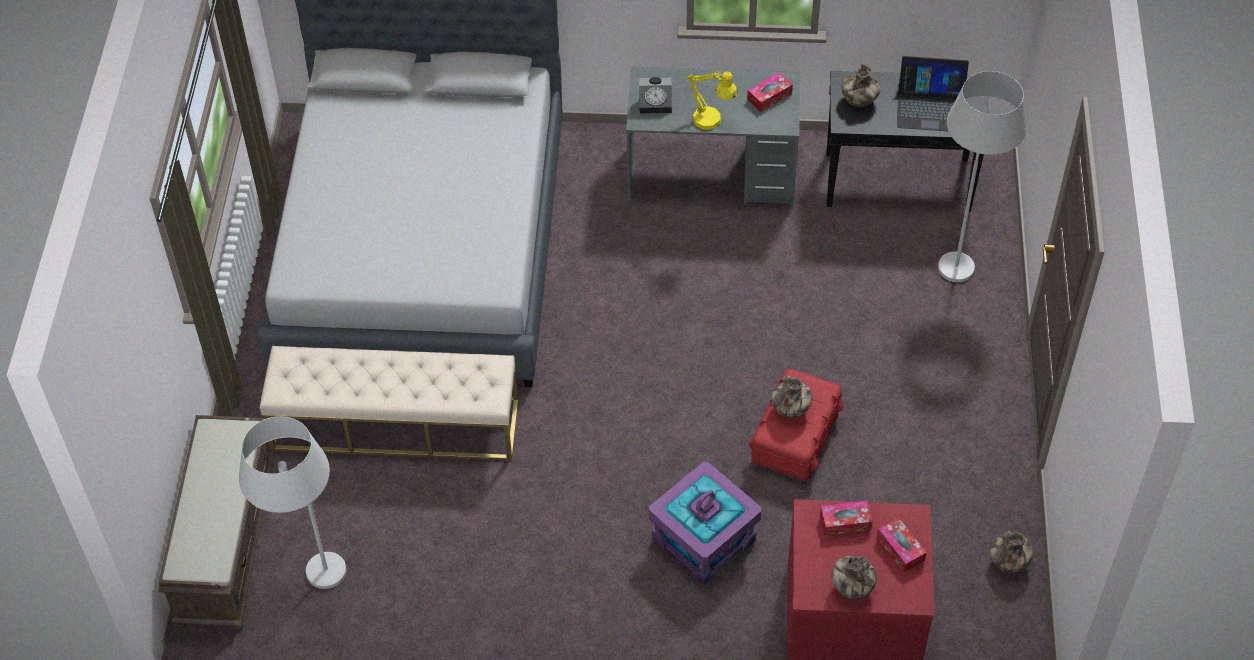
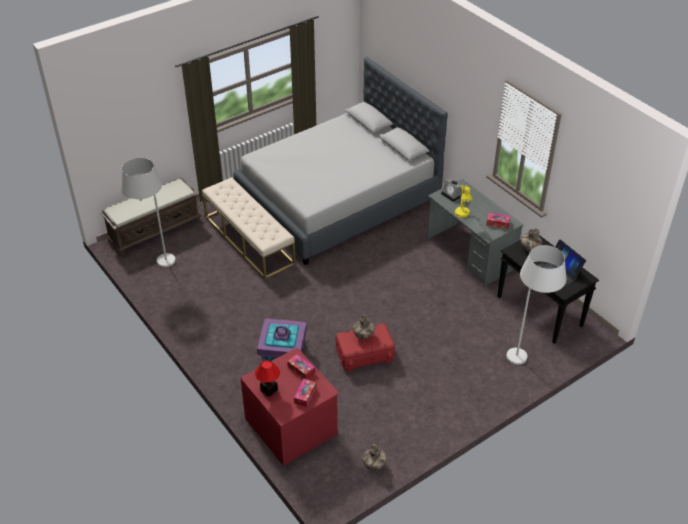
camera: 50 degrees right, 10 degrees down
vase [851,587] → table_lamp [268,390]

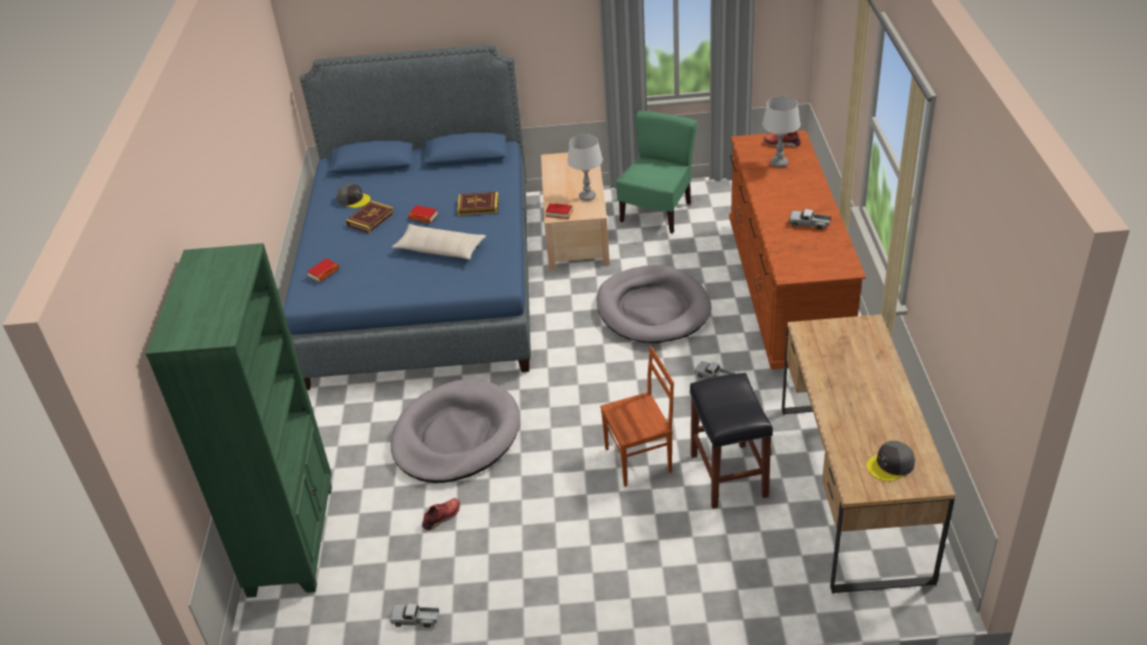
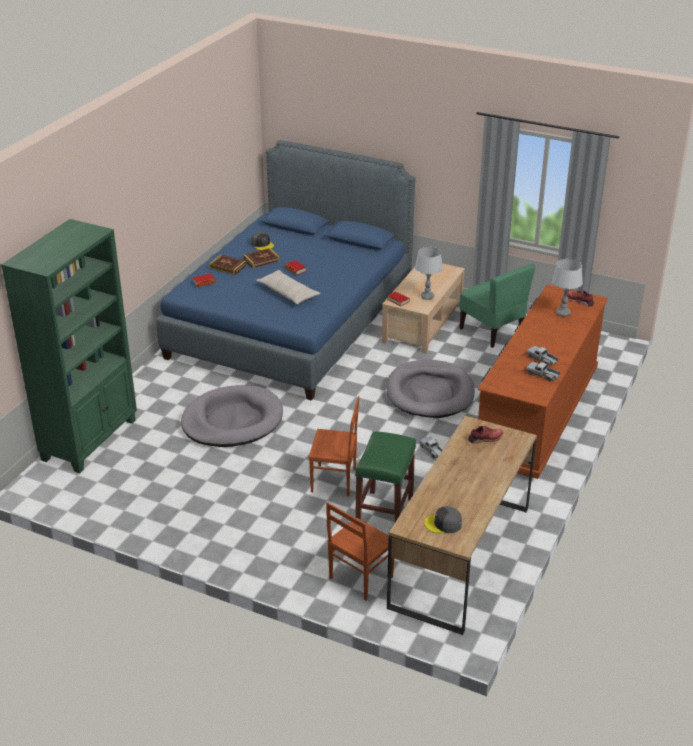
camera: 25 degrees right, 5 degrees down
book [478,206] → book [227,266], shifted
- → brown_chair [359,578]
black_stool [727,474] → green_stool [384,512]
green_chair [657,213] → green_chair [492,331], 90 degrees clockwise
red_shoe [442,517] → red_shoe [485,438], shifted
toy_truck [416,619] → toy_truck [542,375], shifted

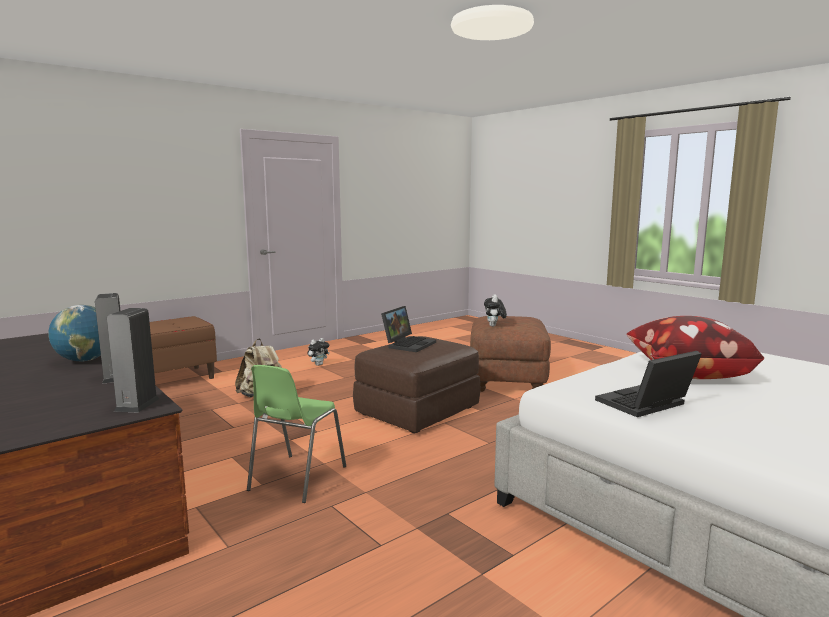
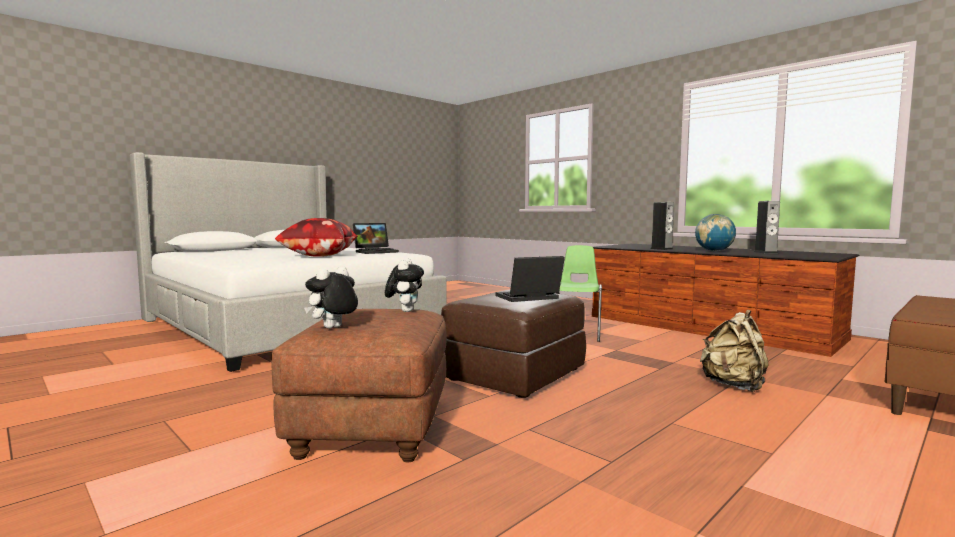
camera: 175 degrees right, 5 degrees down
plush_toy [318,364] → plush_toy [333,328], shifted
laptop [408,344] → laptop [528,298], 45 degrees clockwise
speaker [137,405] → speaker [765,252], shifted

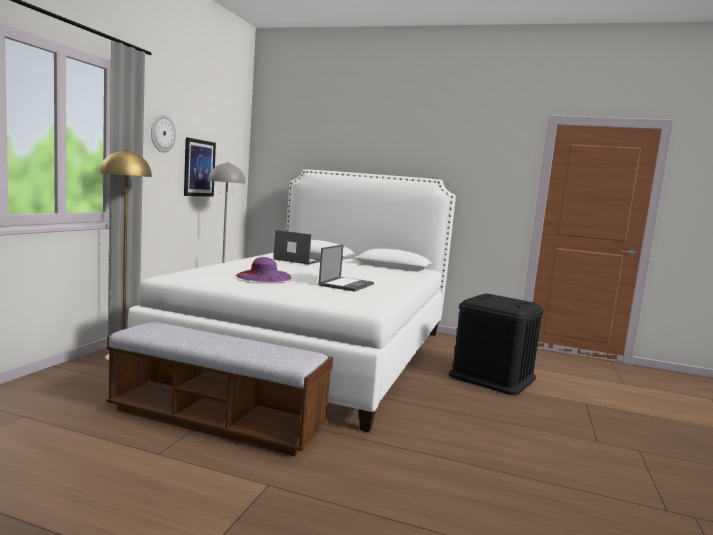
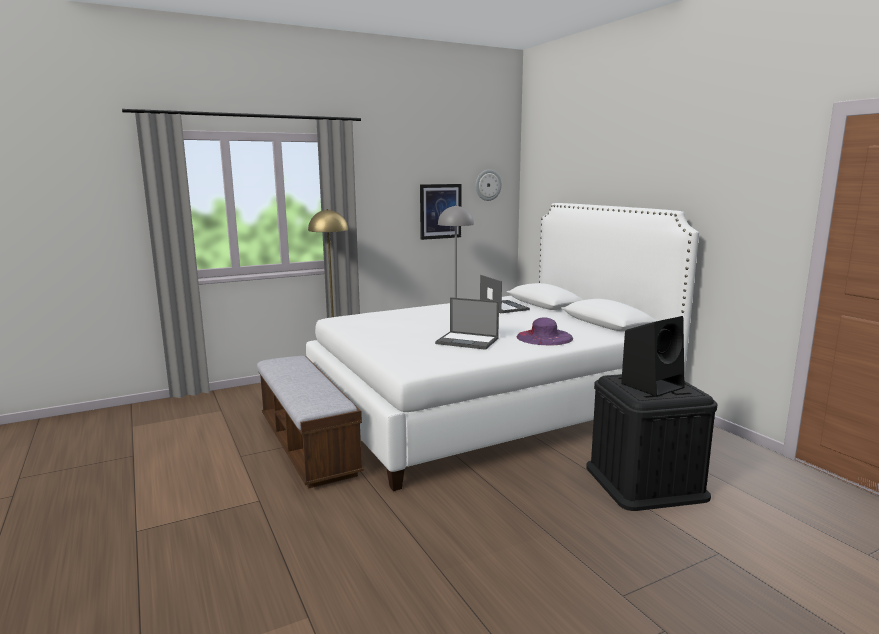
camera: 45 degrees right, 5 degrees up
laptop [346,284] → laptop [468,341], 45 degrees clockwise
wall_clock [162,133] → wall_clock [488,185], shifted
purple_hat [263,276] → purple_hat [544,337], shifted
- → black_speaker [653,385]

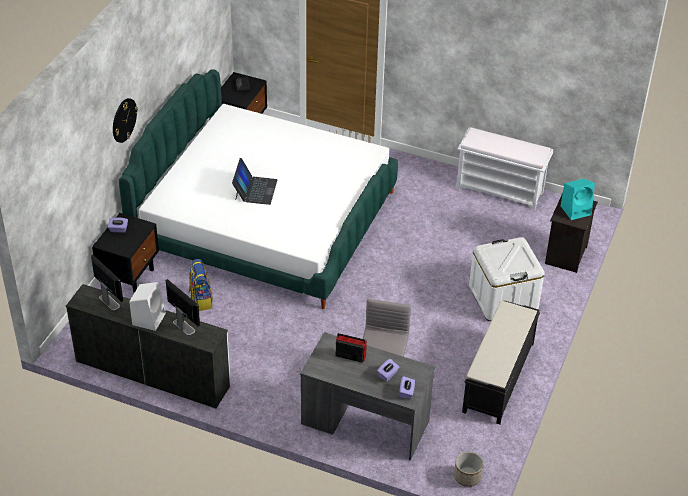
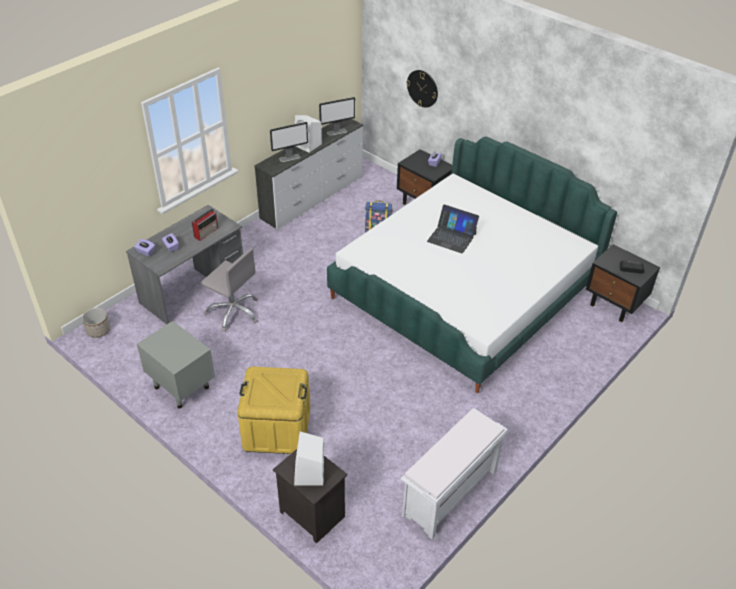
camera: 110 degrees right, 0 degrees up
black_bench [498,378] → grey_nightstand [181,387]
white_storage_box [503,298] → yellow_storage_box [277,429]
turquoise_speaker [576,210] → white_speaker [309,474]
wall_clock [124,120] → wall_clock [422,88], shifted

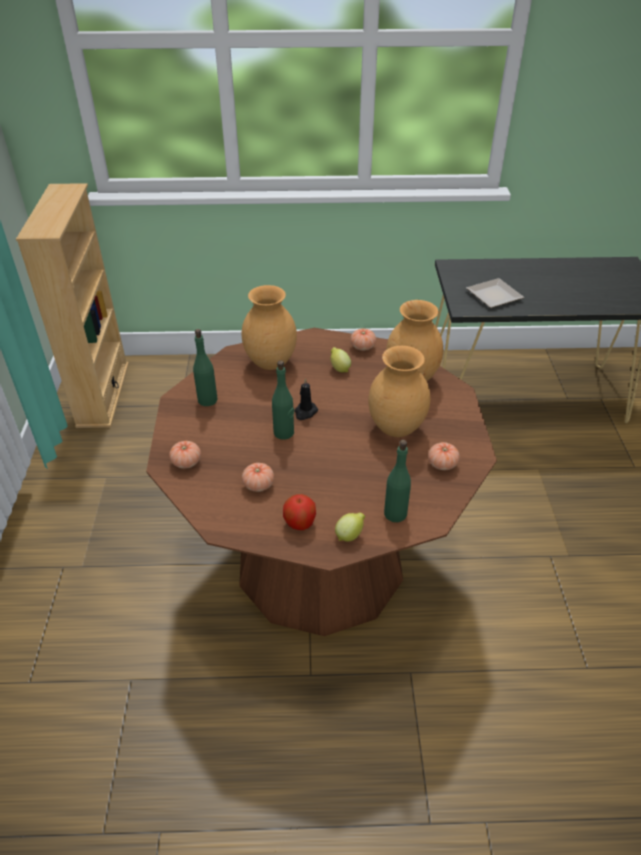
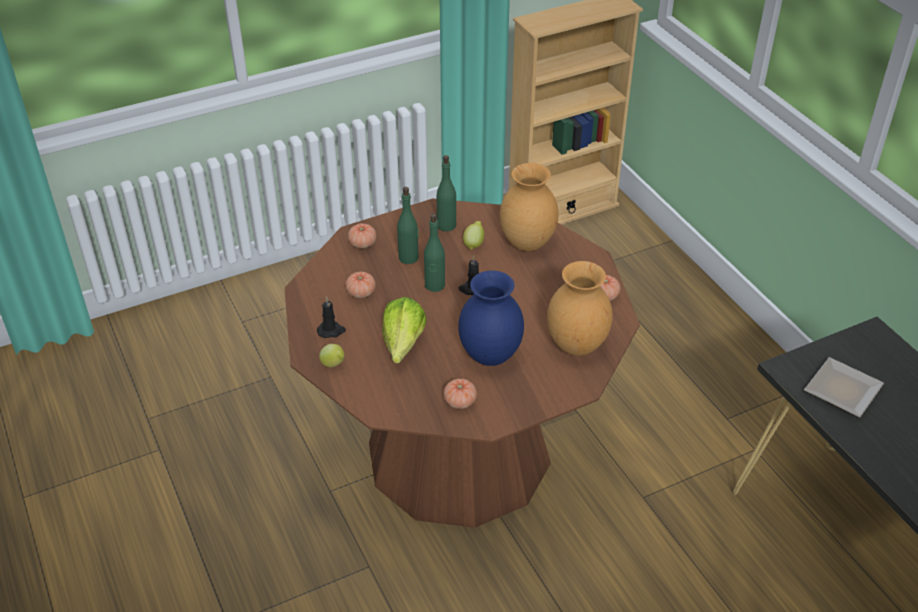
camera: 65 degrees right, 0 degrees up
apple [299,523] → black_candle [331,331]
- → lettuce [400,349]
green_bottle [395,513] → green_bottle [409,258], shifted
brown_vase [396,429] → blue_vase [489,356]
lemon [339,368] → lemon [474,244], shifted

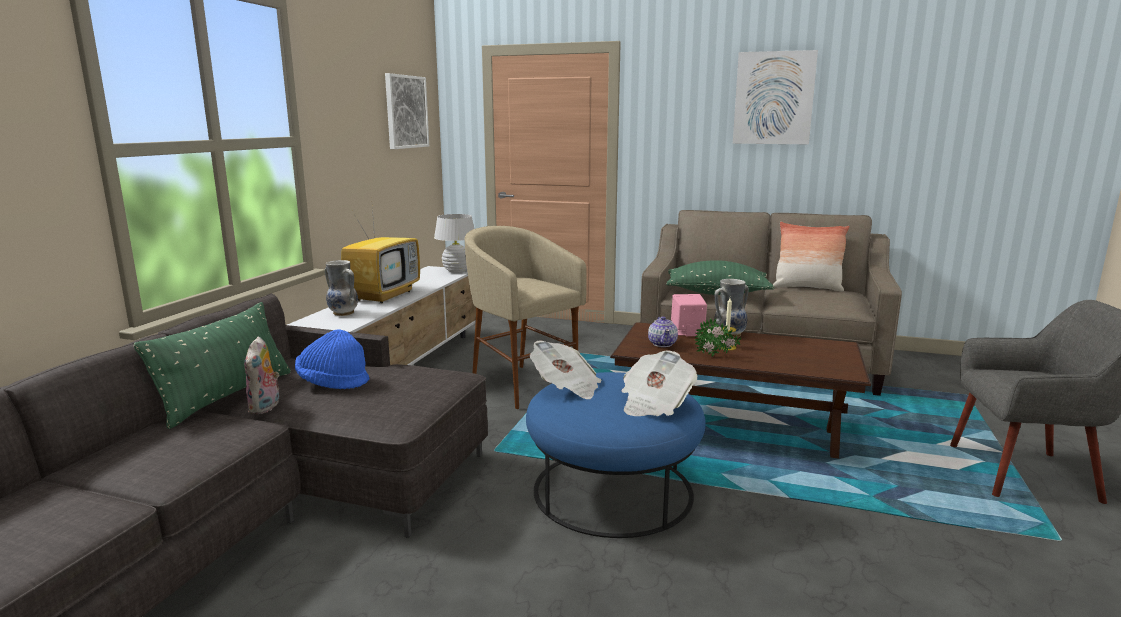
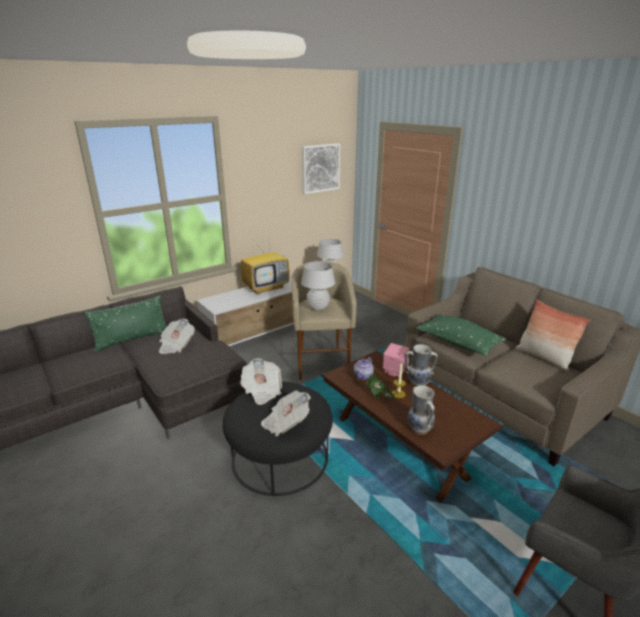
camera: 35 degrees right, 10 degrees up
blue_hat [333,382] → newspaper [176,345]
blue_ottoman [613,490] → black_ottoman [280,457]
- → white_table_lamp [318,307]
vase [343,313] → vase [419,429], shifted
plush_toy [266,407] → -
picture [773,98] → -

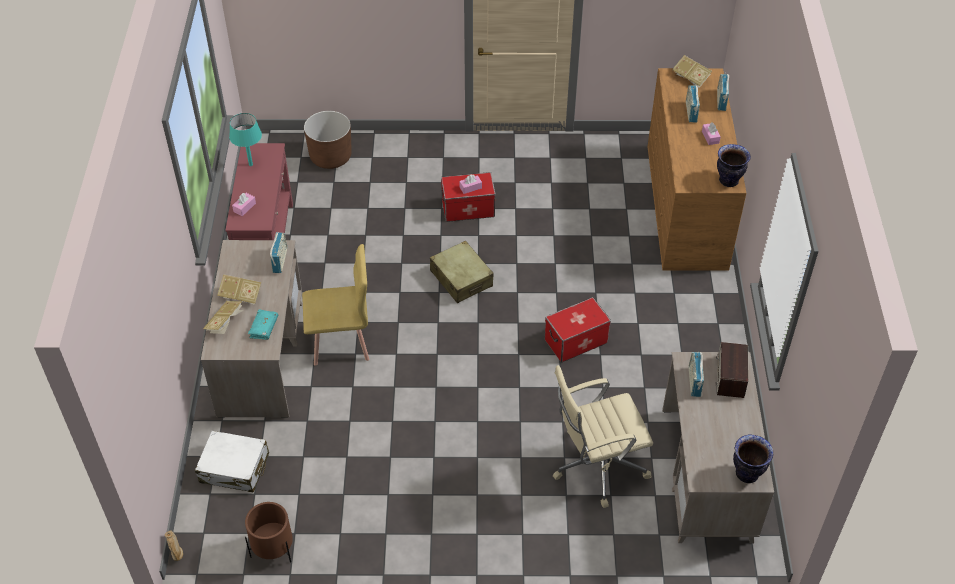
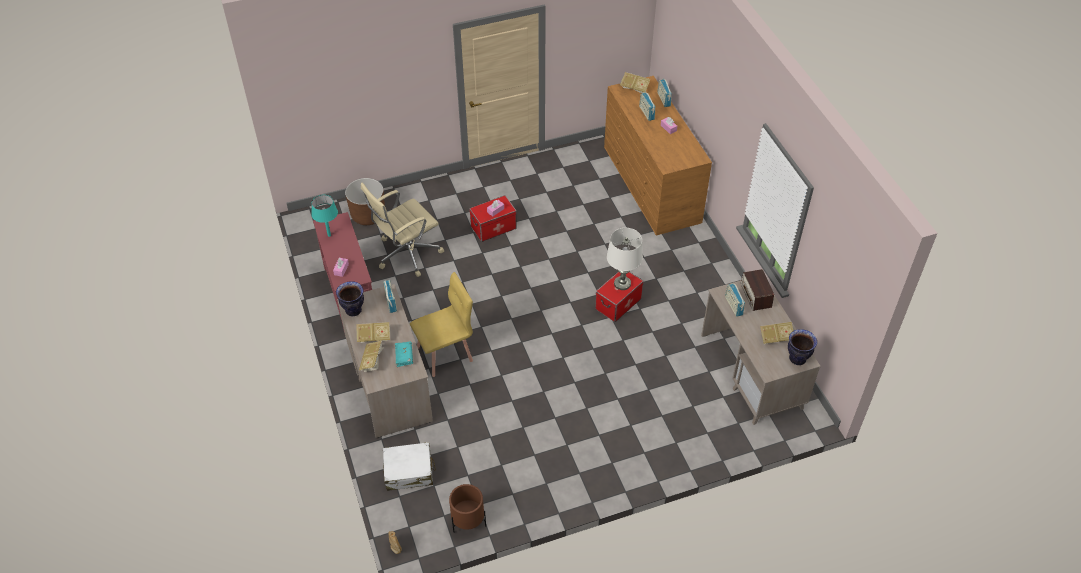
camera: 20 degrees left, 0 degrees up
vase [729,181] → vase [353,310], shifted
beige_office_chair [596,465] → beige_office_chair [406,254], shifted
- → white_table_lamp [622,283]
- → book [775,338]
beige_suitcase [461,278] → -

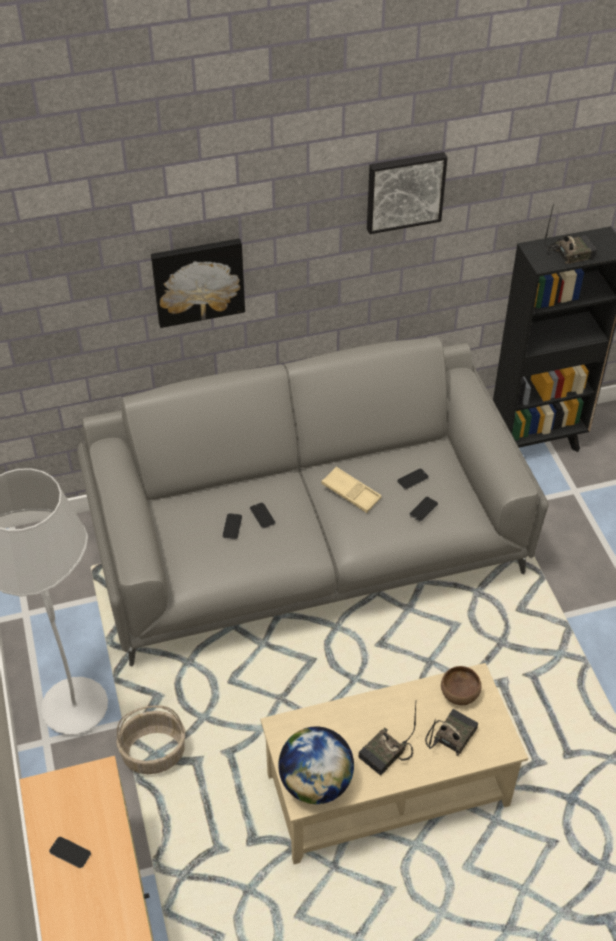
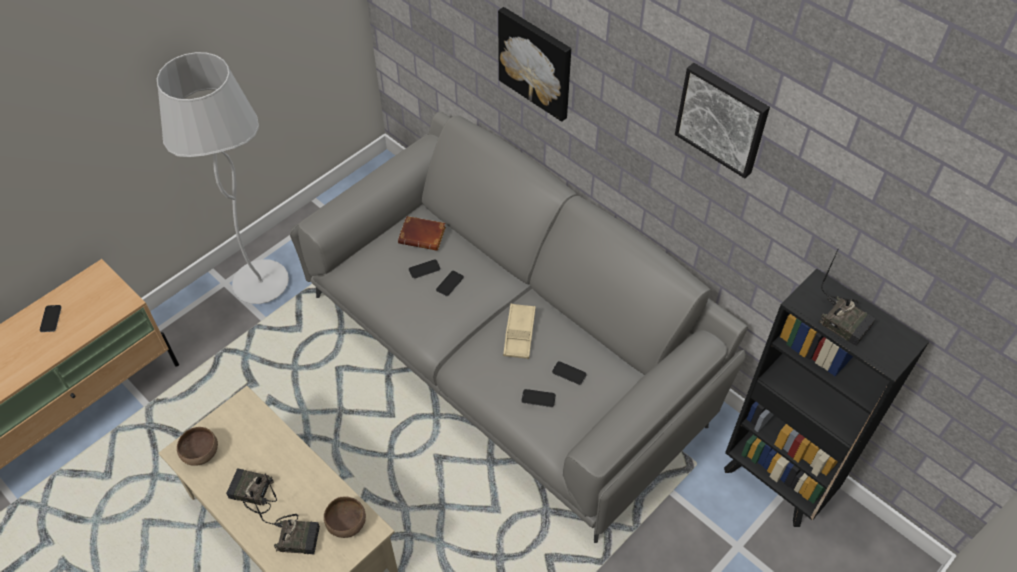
camera: 60 degrees right, 5 degrees up
globe [316,783] → brown_bowl [201,454]
- → brown_book [424,235]
basket [153,754] → -

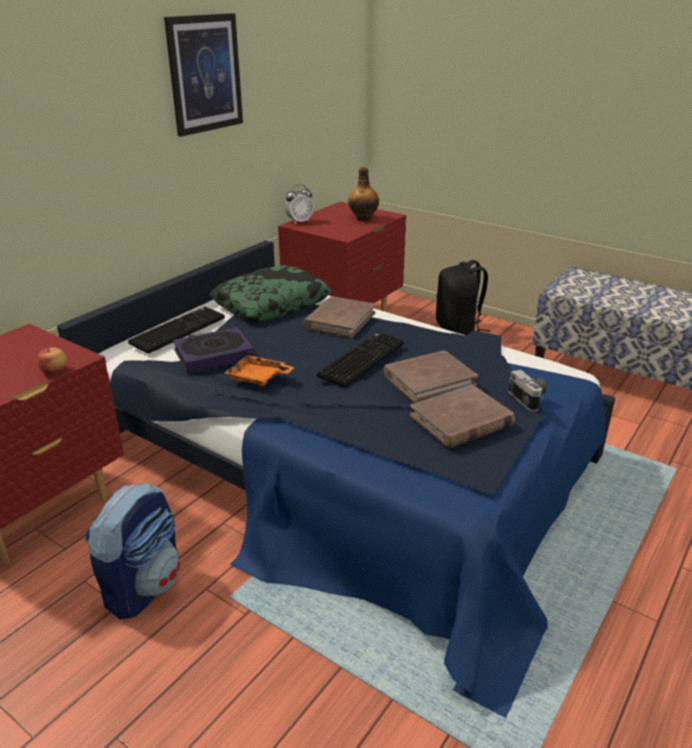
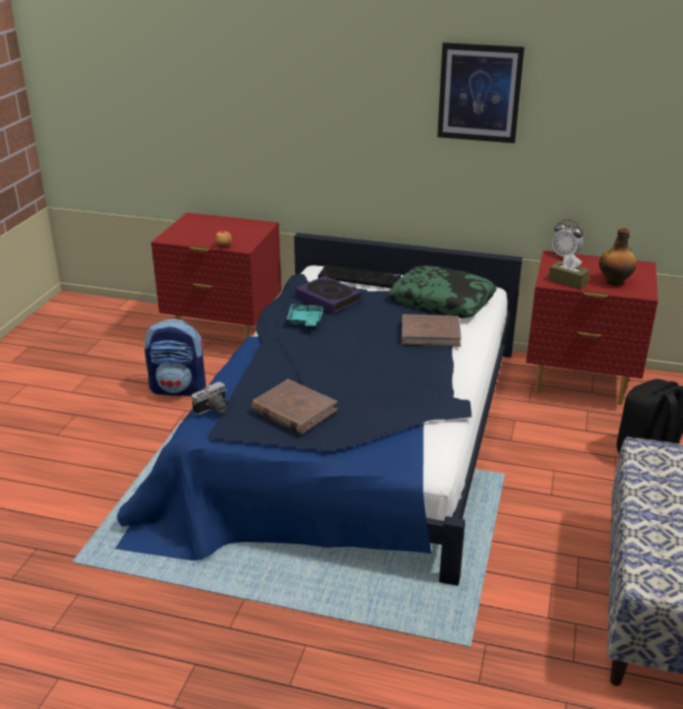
camera: 70 degrees right, 0 degrees up
photo_camera [530,399] → photo_camera [213,409], shifted
orange_tray [258,378] → turquoise_tray [305,321]
- → brown_tissue_box [567,281]
keyboard [361,359] → -
brown_book [429,380] → -

